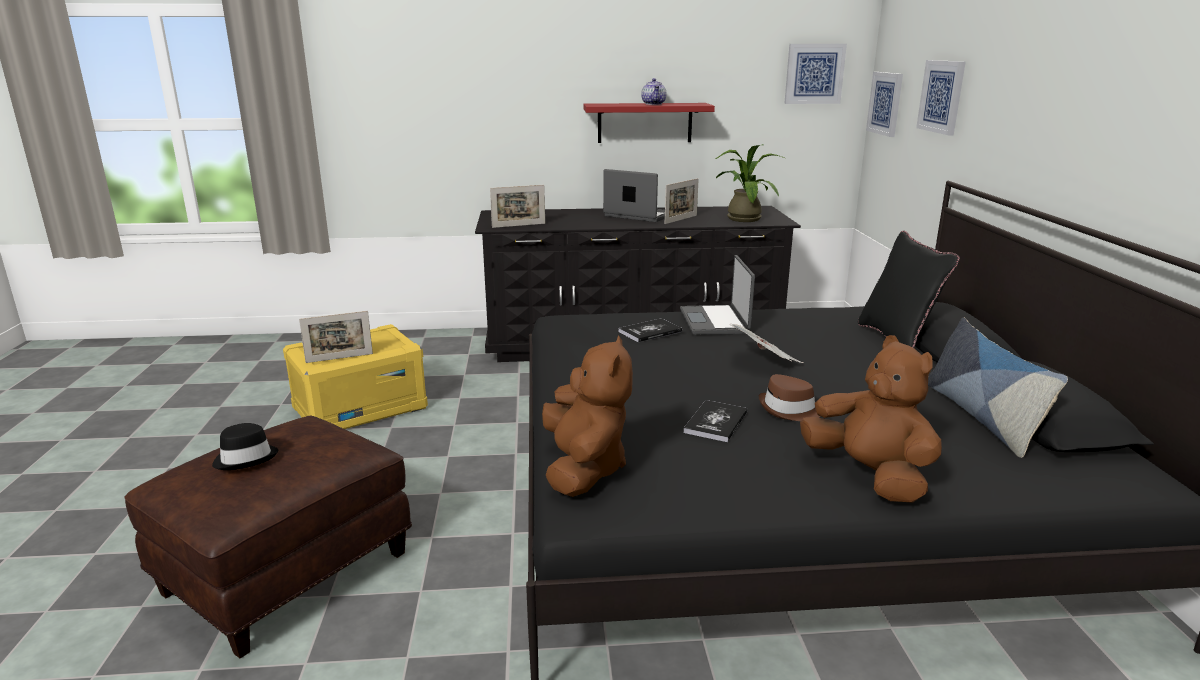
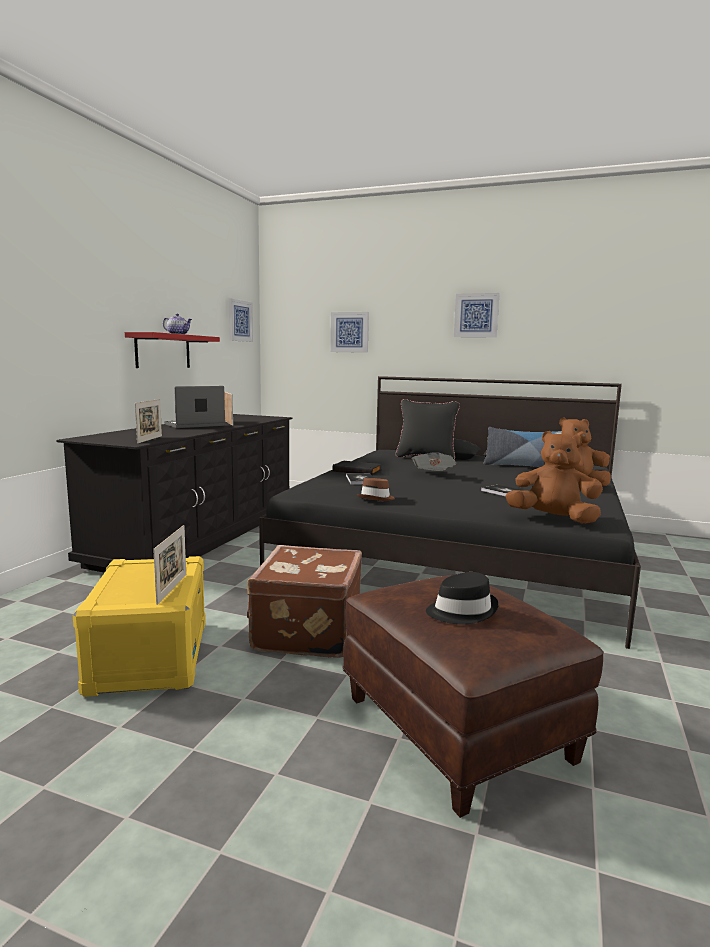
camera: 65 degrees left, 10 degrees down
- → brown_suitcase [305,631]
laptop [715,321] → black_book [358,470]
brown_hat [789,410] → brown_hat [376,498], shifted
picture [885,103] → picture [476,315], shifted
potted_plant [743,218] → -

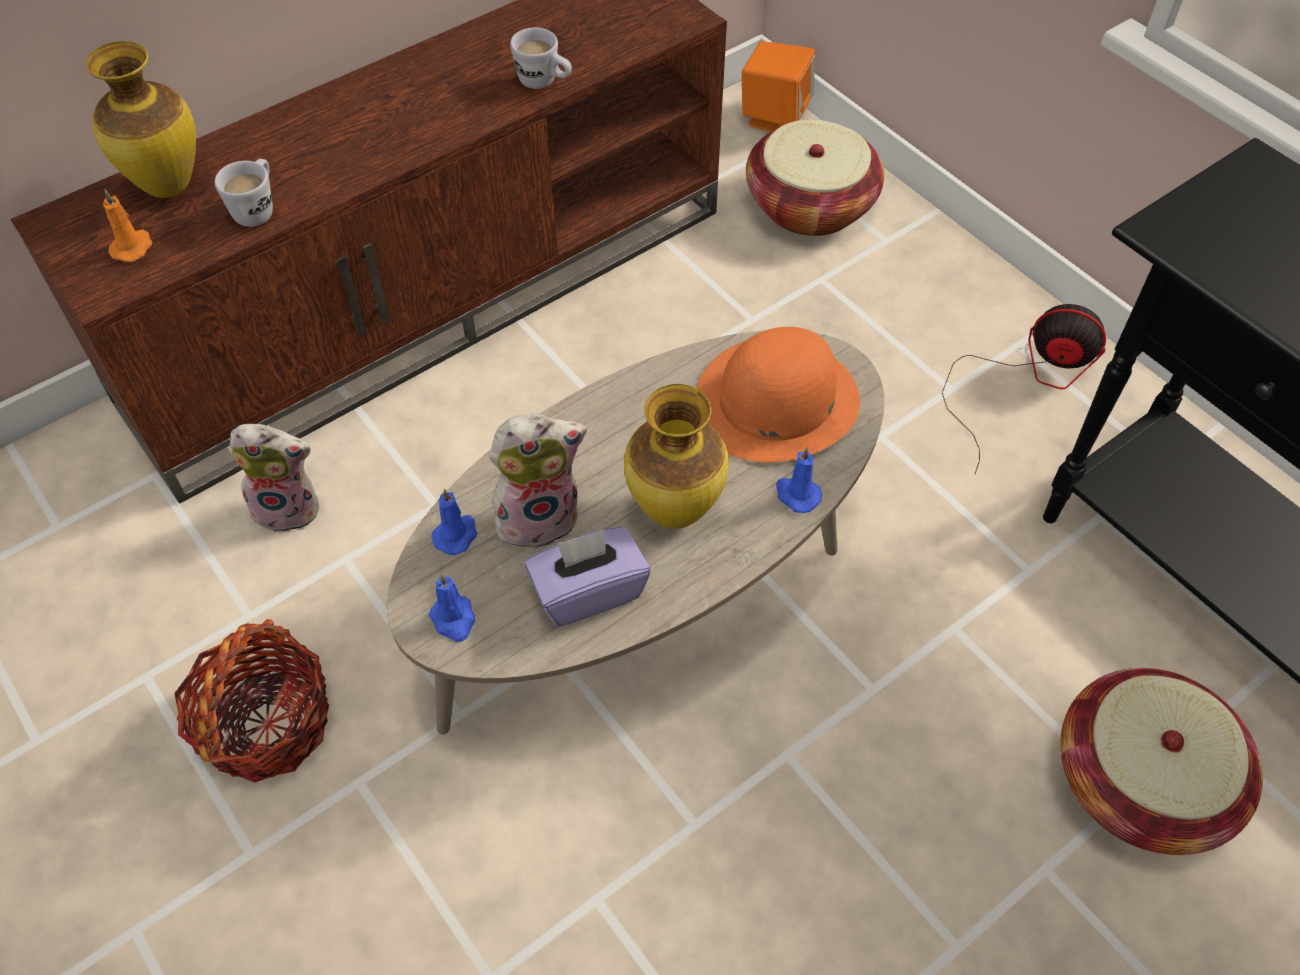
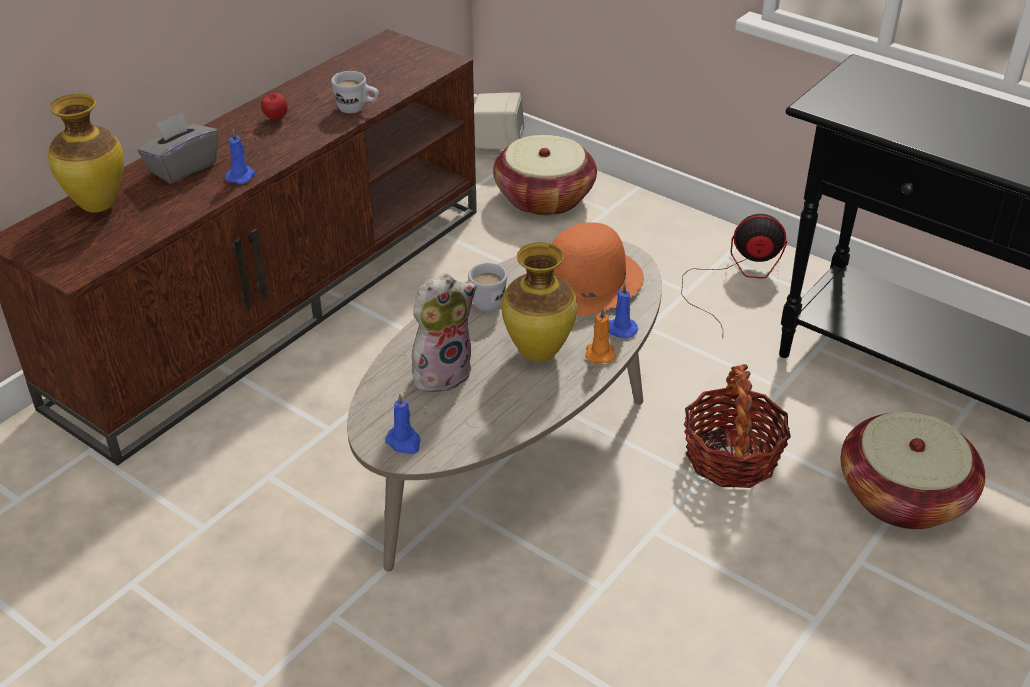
camera: 15 degrees left, 15 degrees down
- → grey_tissue_box [182,168]
blue_candle [456,534] → blue_candle [241,176], shifted
- → apple [275,119]
white_mug [258,209] → white_mug [488,299], shifted
orange_speaker [774,117] → beige_speaker [497,148]
orange_candle [133,247] → orange_candle [600,353], shifted
basket [267,723] → basket [731,457], shifted
plush_toy [289,507] → -
purple_tissue_box [588,591] → -

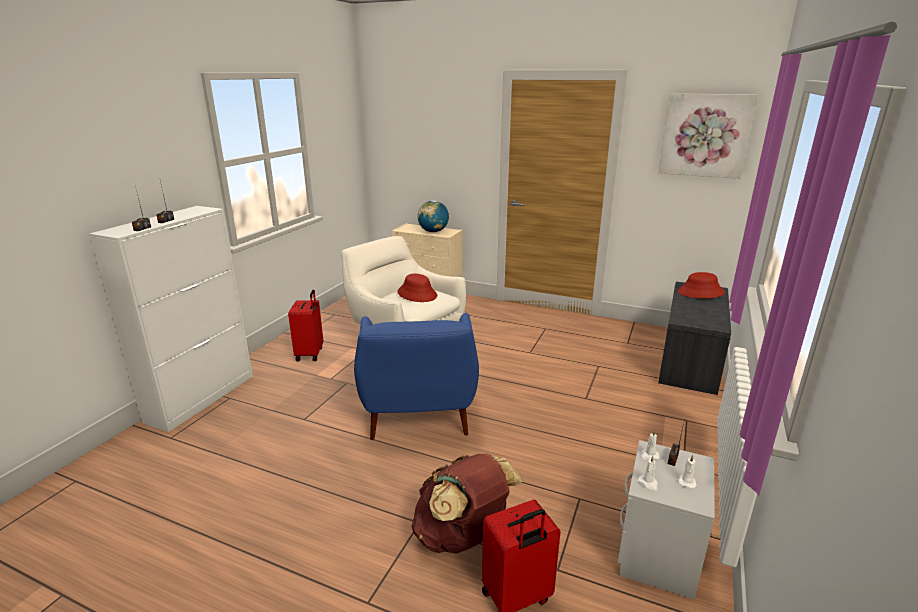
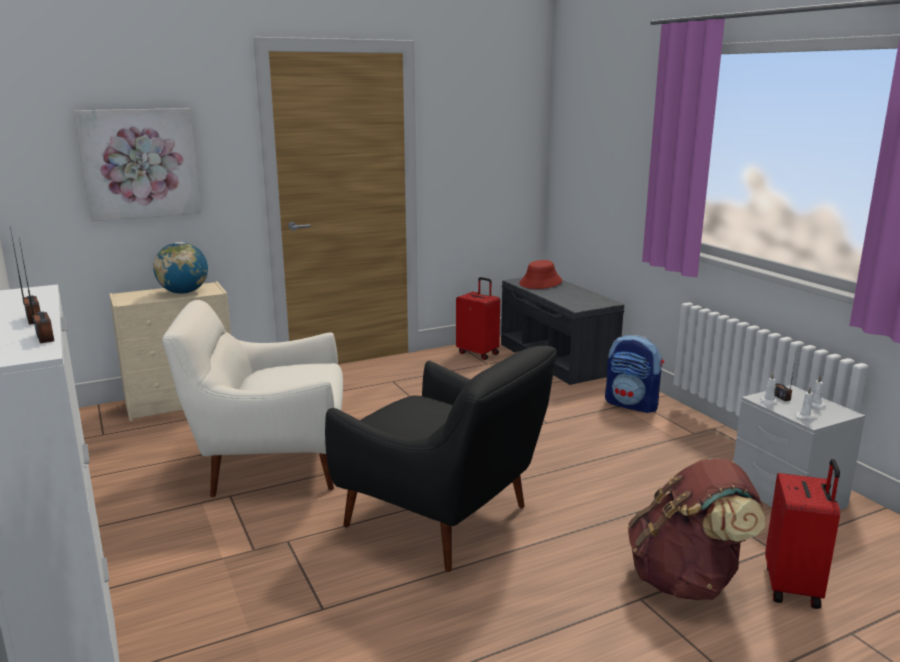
camera: 50 degrees left, 5 degrees down
picture [705,135] → picture [140,163], shifted
blue_armchair [419,415] → black_armchair [444,520]
red_suitcase [310,354] → red_suitcase [478,353], shifted
- → backpack [632,405]
red_hat [417,294] → -

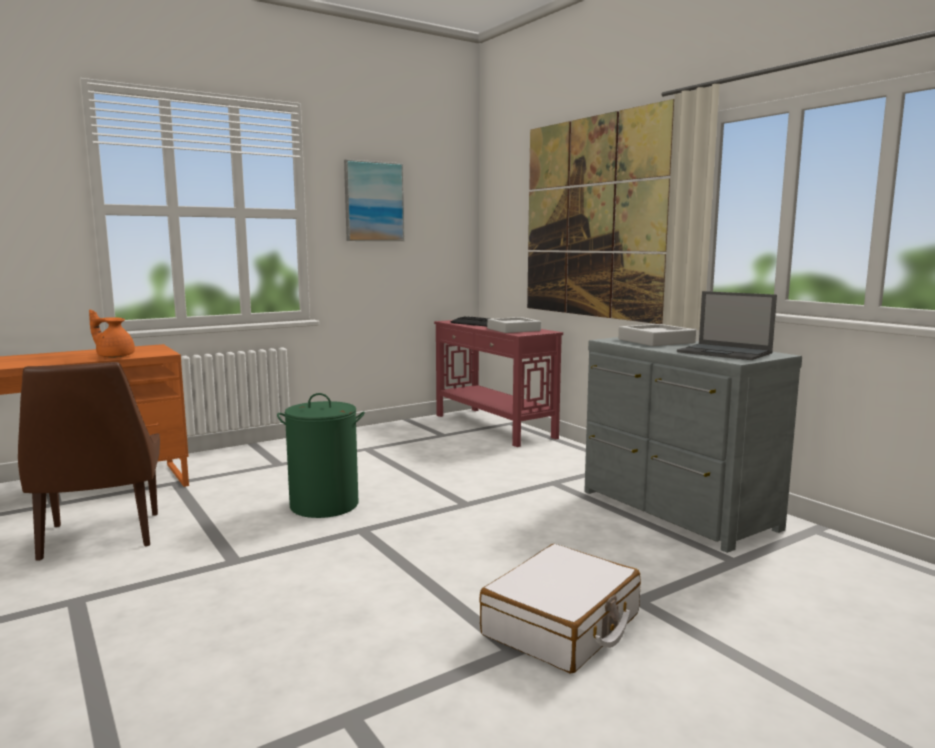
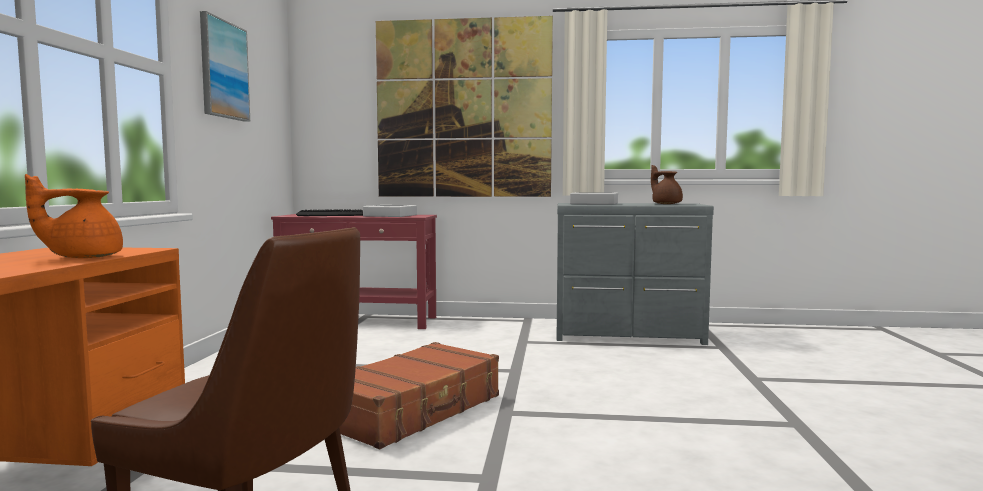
camera: 50 degrees left, 5 degrees down
green_laundry_basket [325,505] → brown_suitcase [413,410]
laptop [725,352] → brown_teapot [666,204]
white_suitcase [562,625] → -

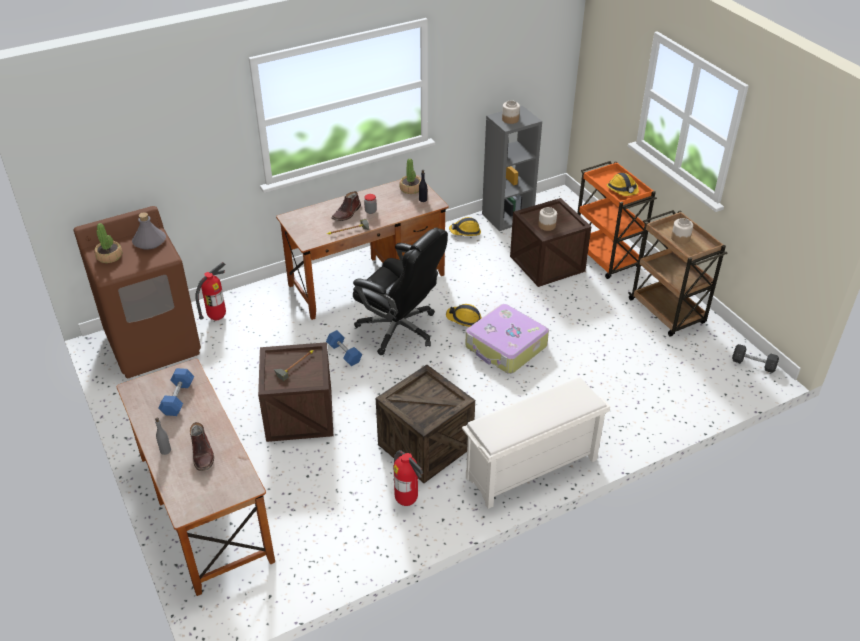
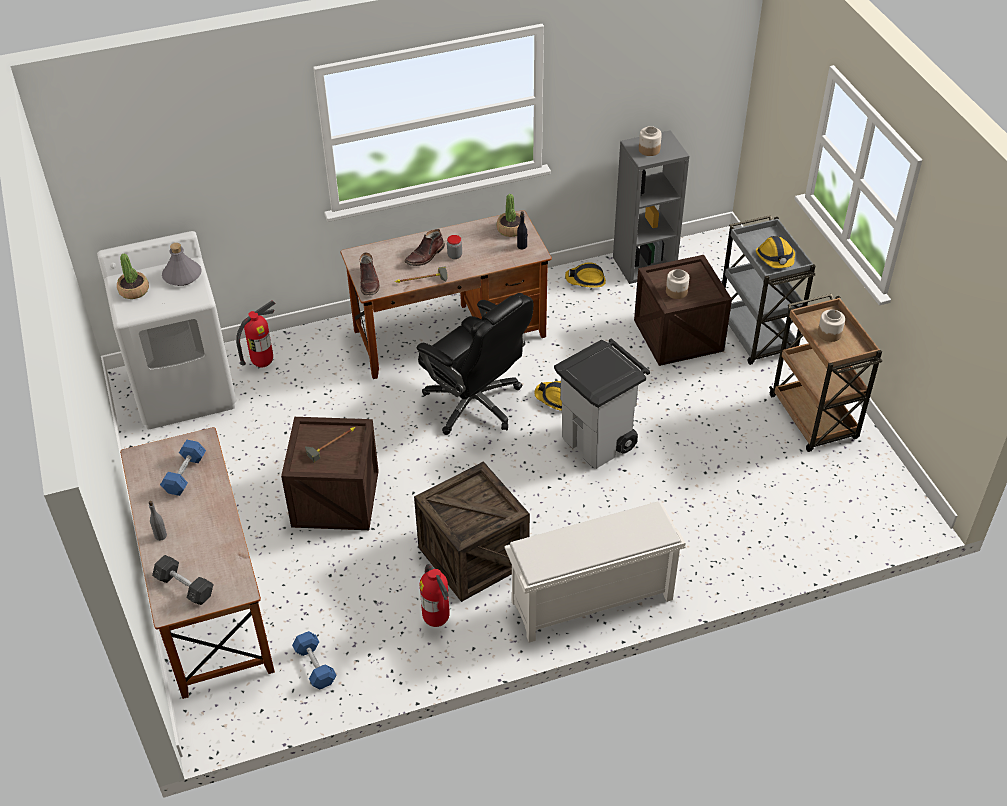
camera: 10 degrees right, 5 degrees up
brown_washing_machine [153,343] → white_washing_machine [184,388]
grey_dumbbell [753,364] → grey_dumbbell [184,587], shifted
blue_dumbbell [344,353] → blue_dumbbell [315,666], shifted
brown_boot [202,453] → brown_boot [369,282], shifted
suitcase [506,347] → grey_trash_can [599,442]
orange_cart [606,258] → grey_cart [756,335]

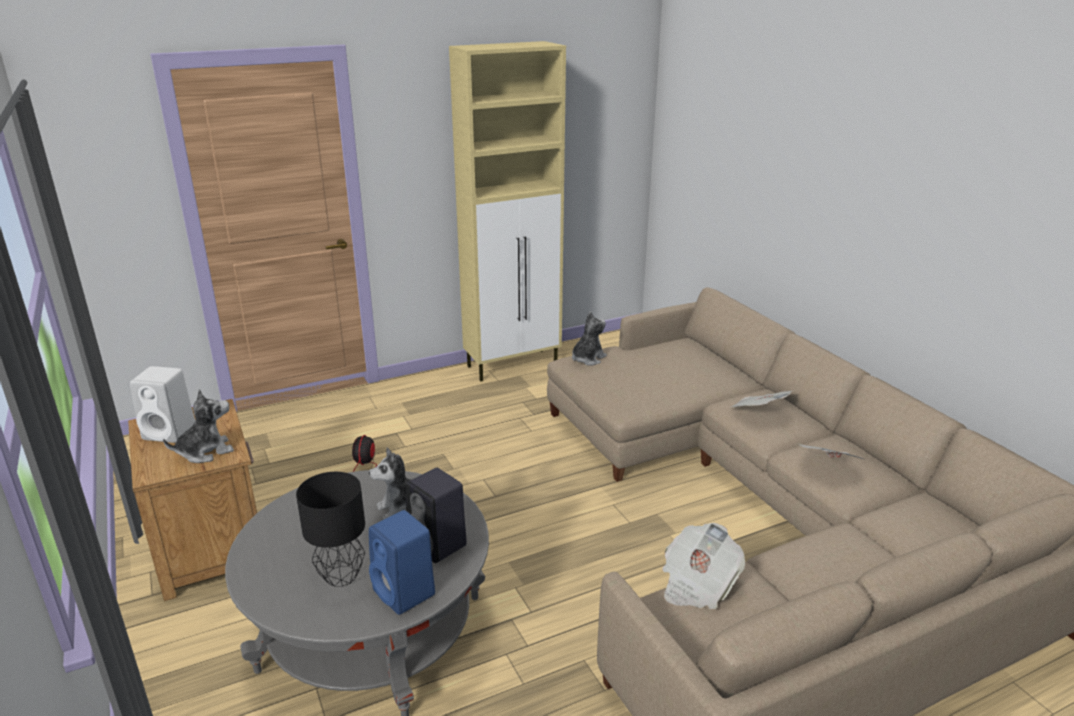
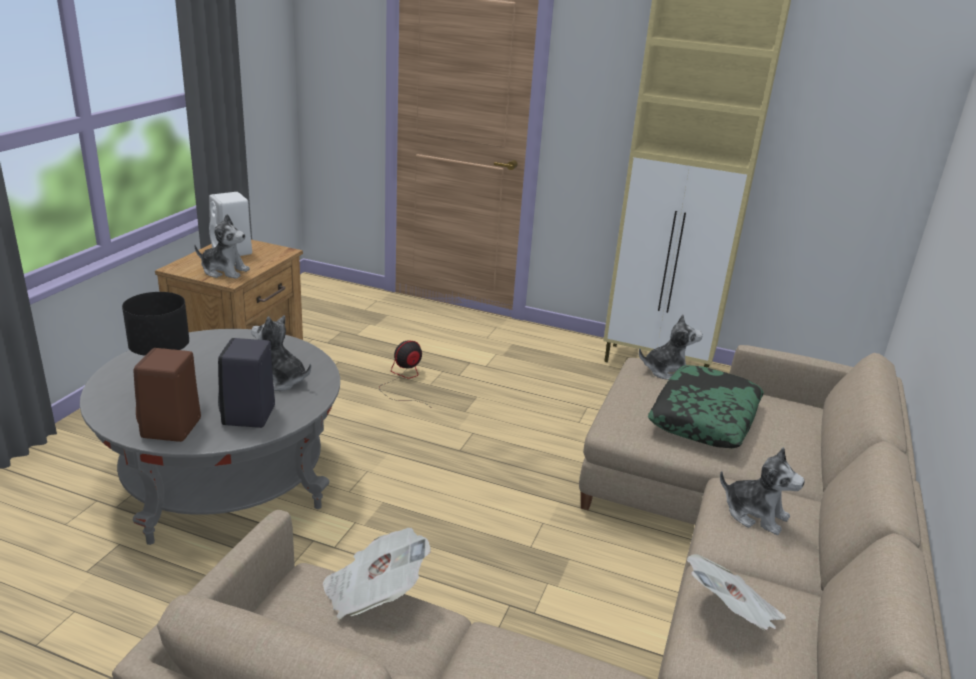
camera: 45 degrees right, 0 degrees up
blue_speaker [405,593] → brown_speaker [171,429]
- → pillow [704,417]
newspaper [758,412] → plush_toy [755,514]

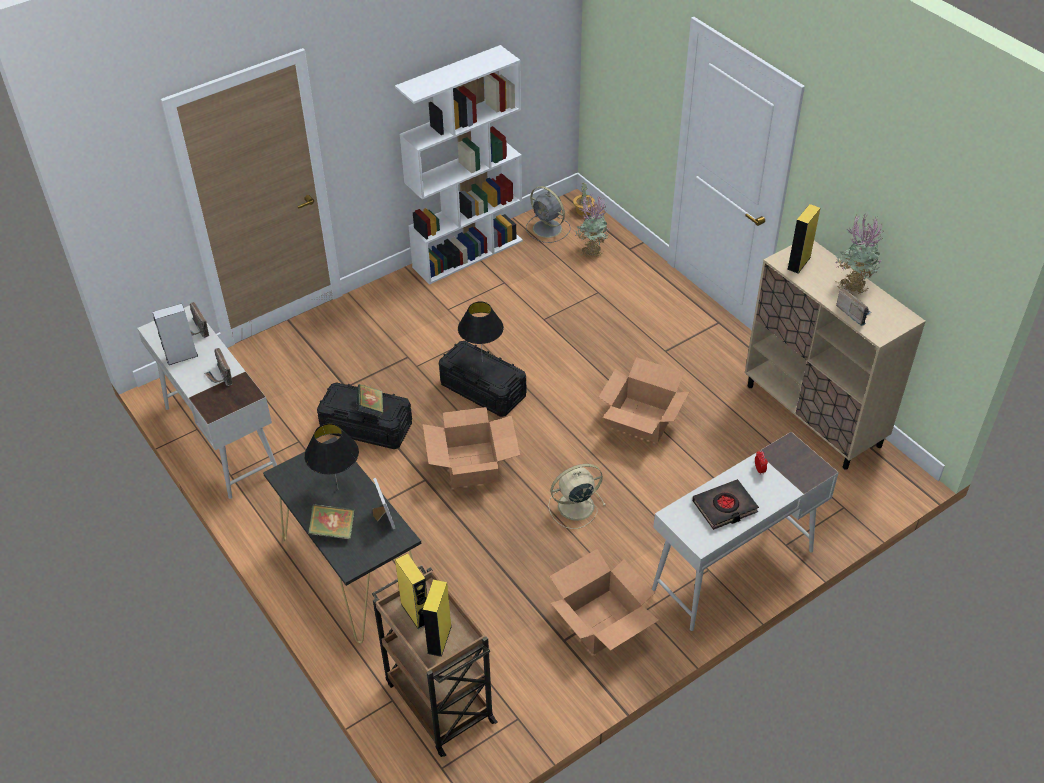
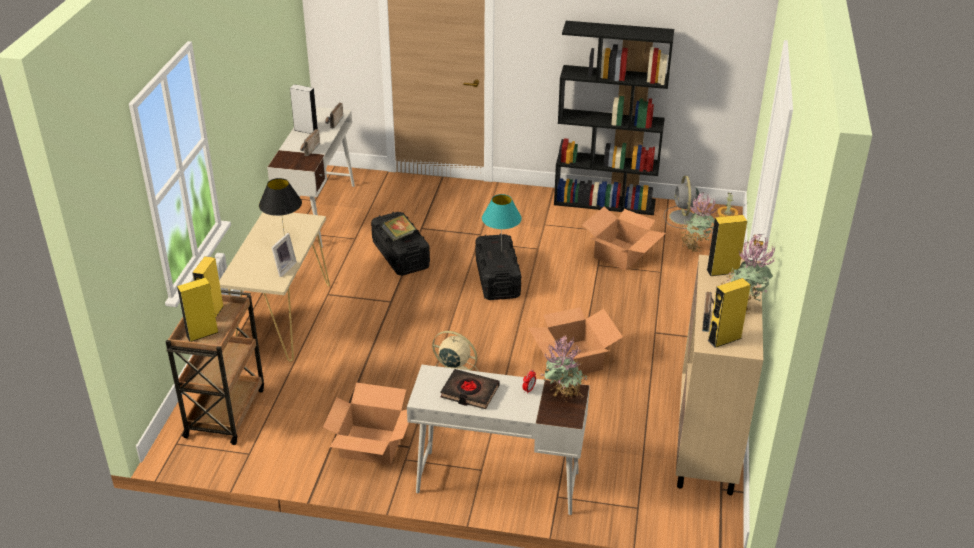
camera: 45 degrees right, 10 degrees down
black_console_table [351,571] → beige_console_table [282,318]
black_table_lamp [482,362] → turquoise_table_lamp [500,252]
- → potted_plant [563,398]
white_bookcase [468,253] → black_bookcase [605,202]
cardboard_box [472,464] → cardboard_box [621,254], shifted
- → yellow_speaker [724,339]
book [333,530] → -

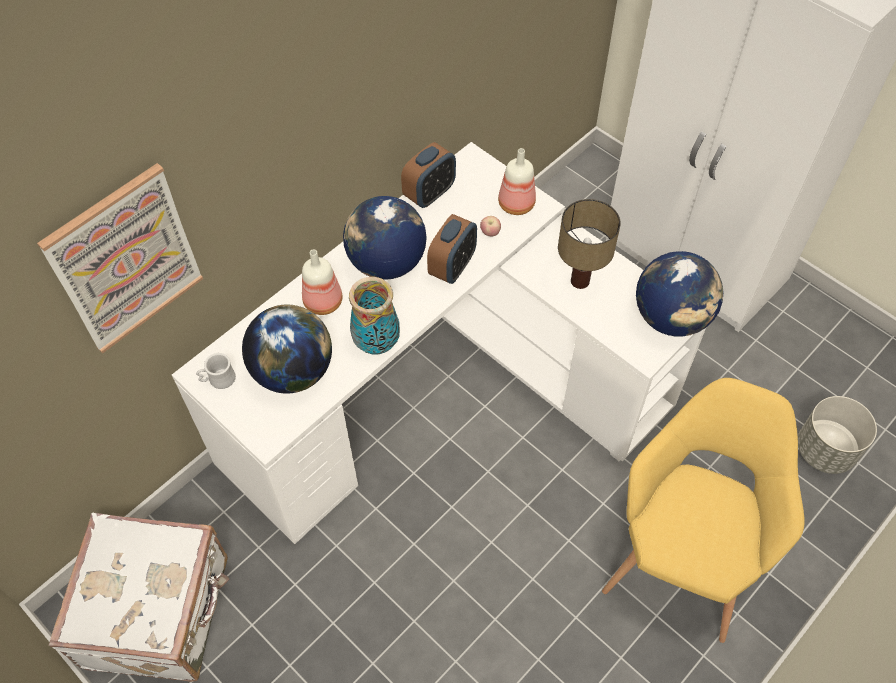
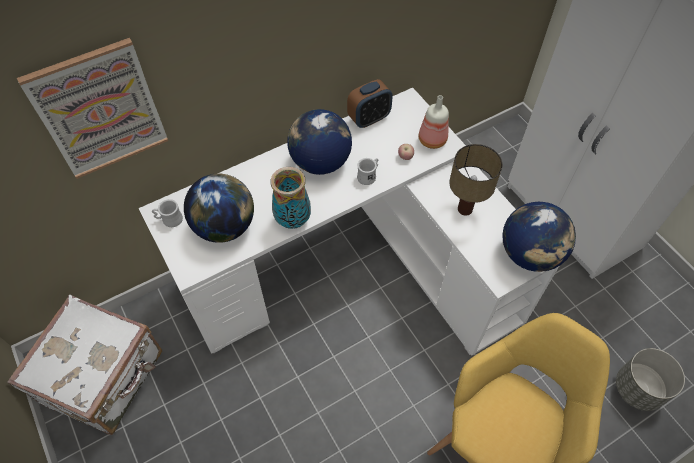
camera: 15 degrees right, 0 degrees up
alarm_clock [452,267] → white_mug [368,176]
bottle [322,301] → -

